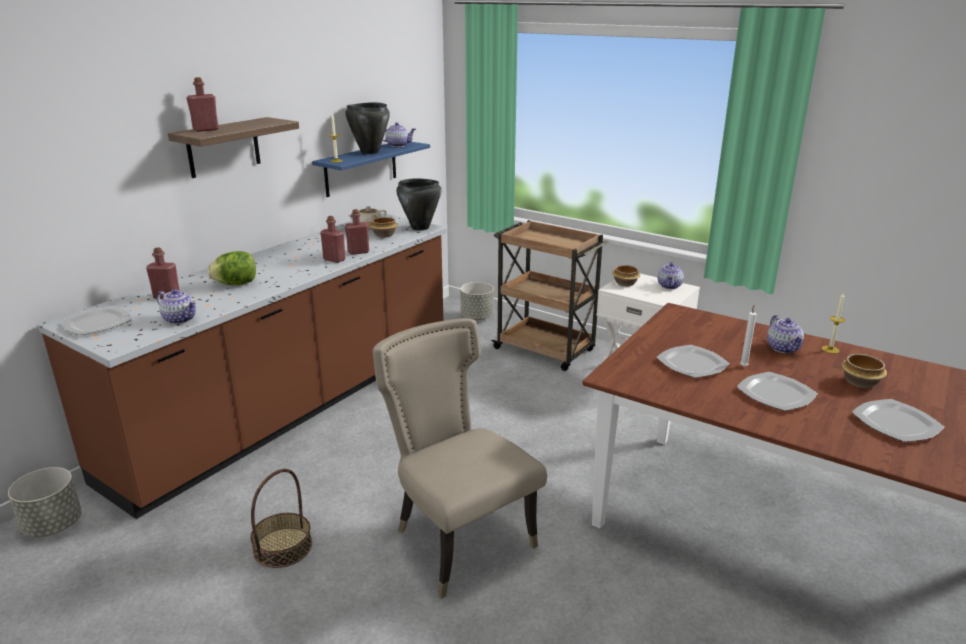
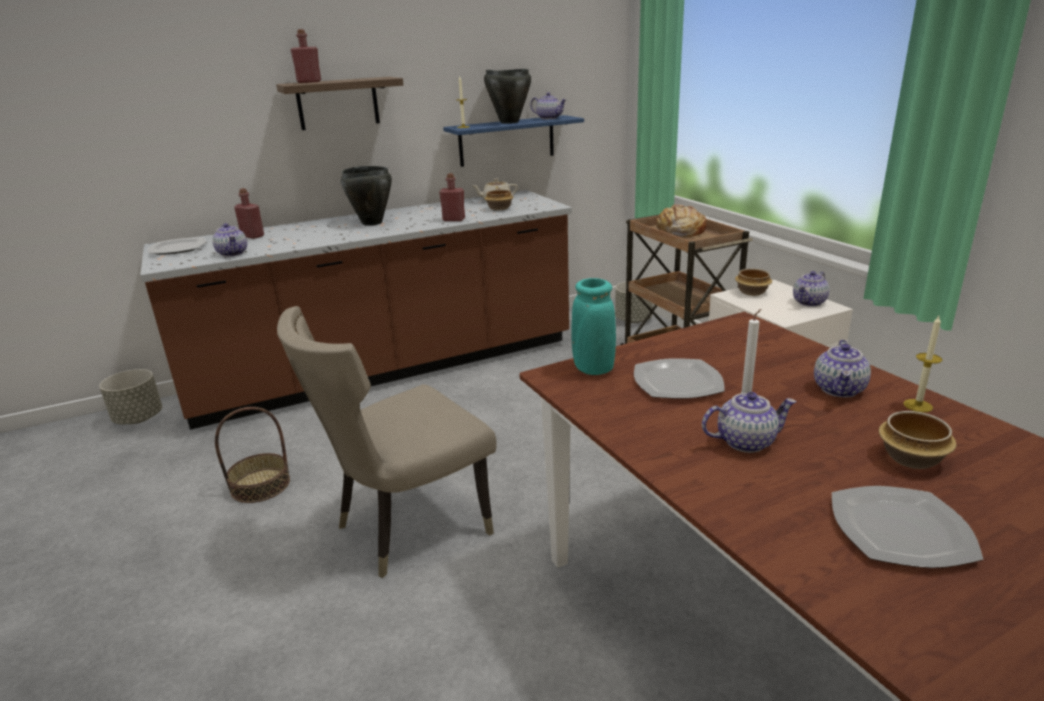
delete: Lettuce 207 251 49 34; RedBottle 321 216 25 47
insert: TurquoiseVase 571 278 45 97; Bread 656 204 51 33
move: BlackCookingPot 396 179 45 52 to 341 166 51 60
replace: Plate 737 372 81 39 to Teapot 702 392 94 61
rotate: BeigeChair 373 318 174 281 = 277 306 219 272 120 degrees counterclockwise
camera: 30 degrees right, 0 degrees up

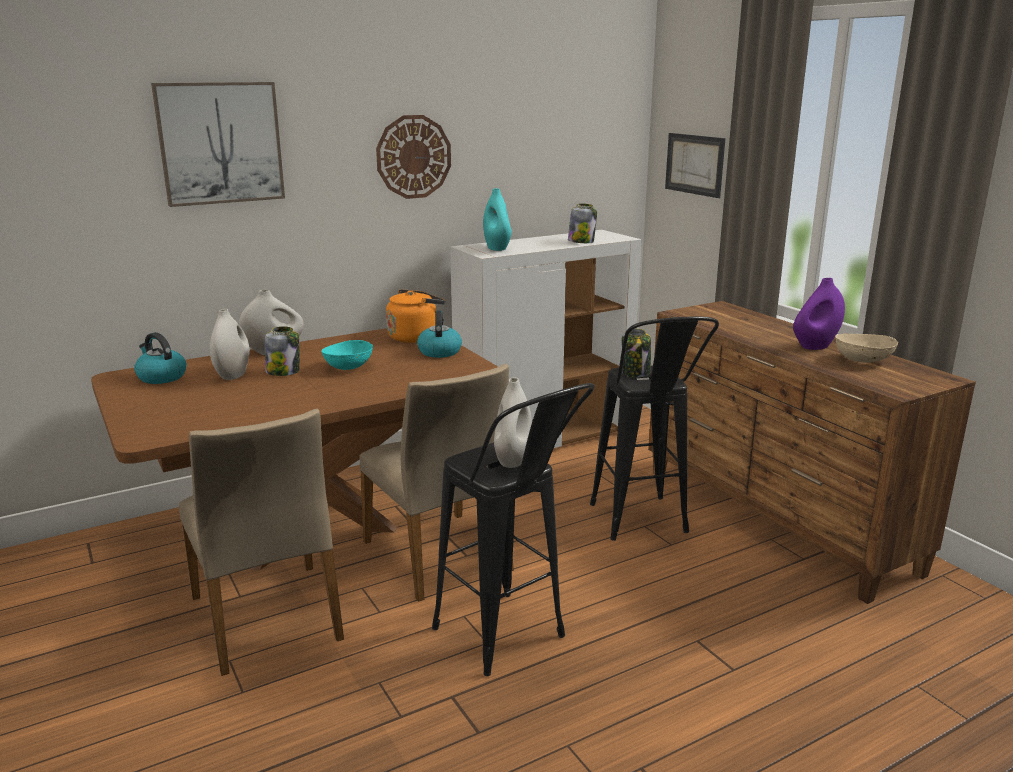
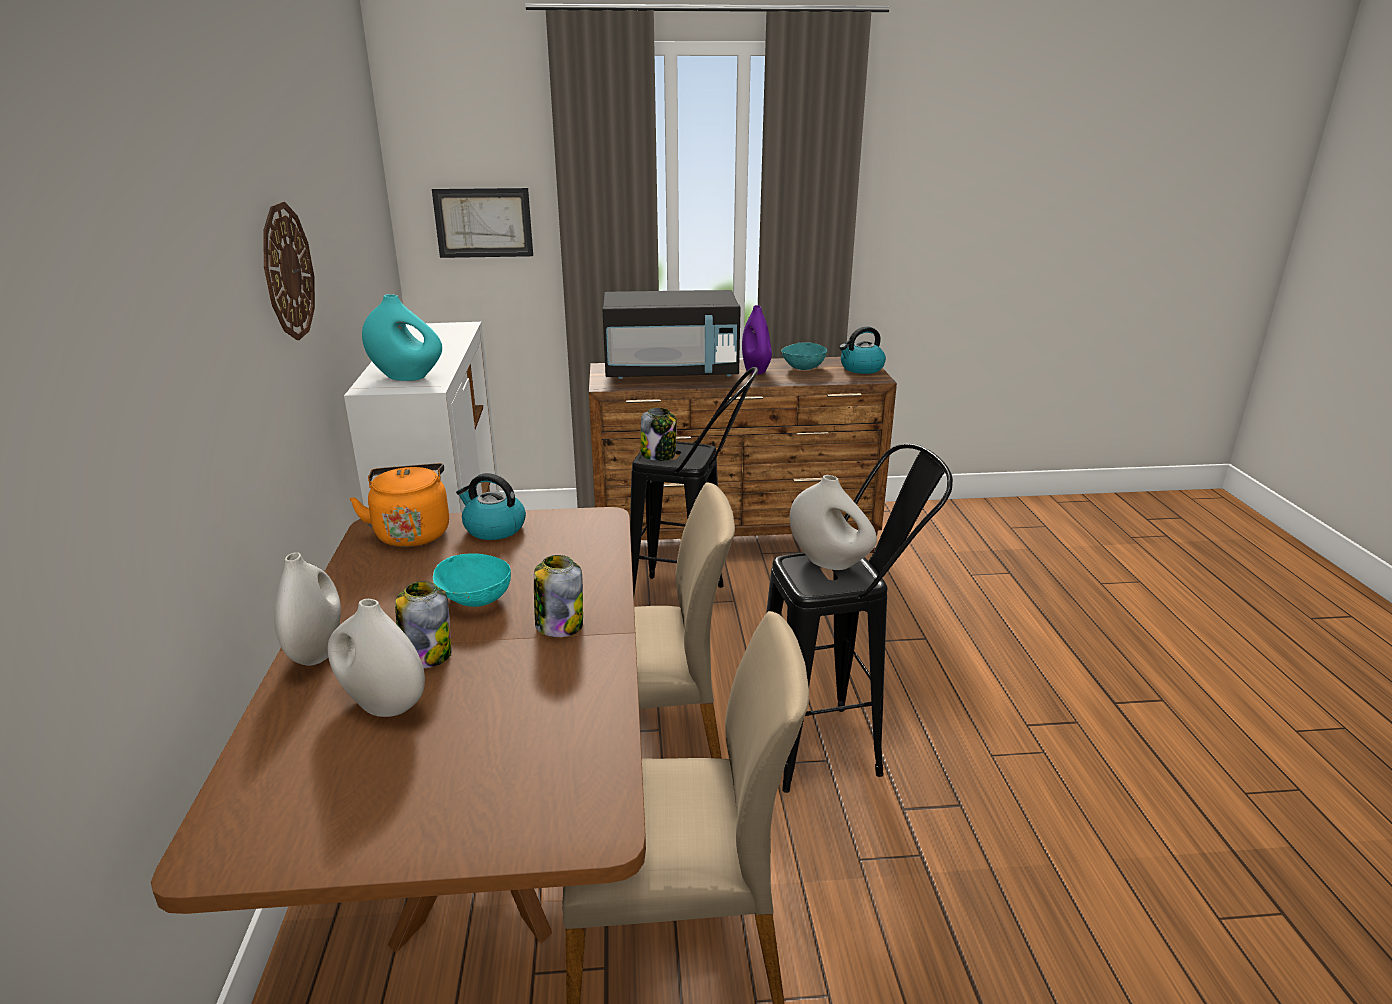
delete: Picture 151 82 134 125
insert: BlackMicrowave 602 290 139 89
move: Kettle 134 332 53 52 to 839 327 47 47; Jar 568 204 29 39 to 534 555 49 82
recolor: BeigeBowl 835 334 63 29 to TurquoiseBowl 781 342 46 28
camera: 65 degrees left, 5 degrees up

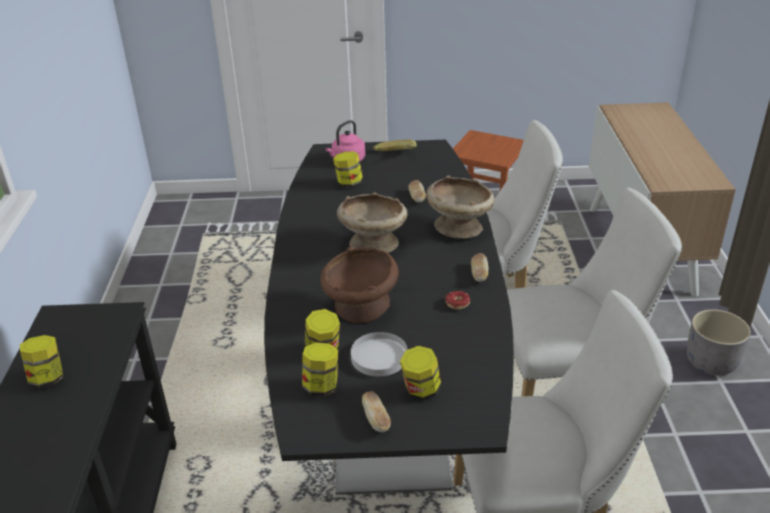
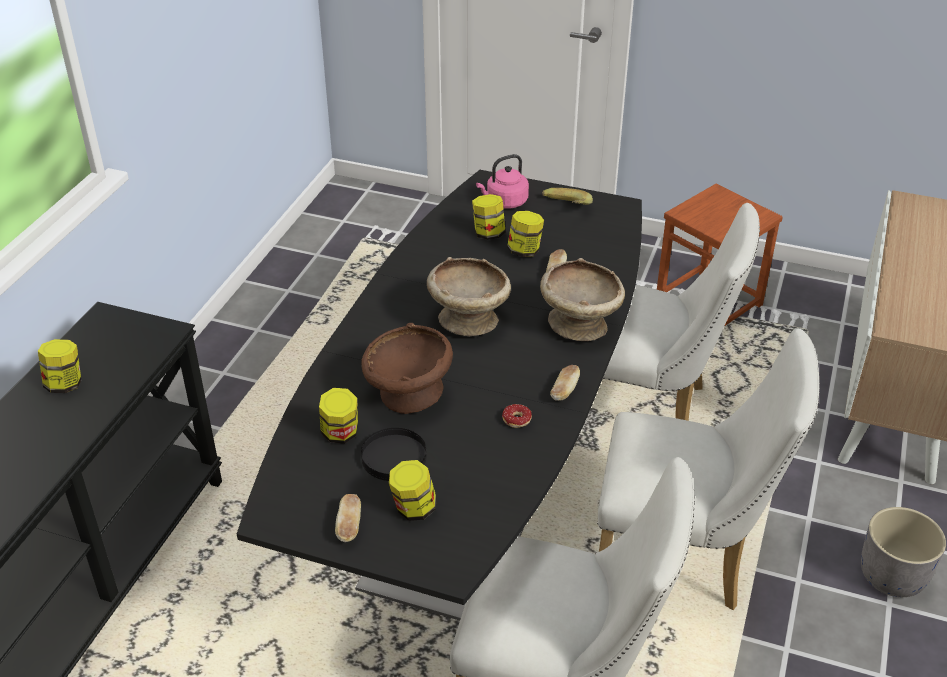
move: Jar 302 342 36 54 to 507 211 37 46
recolor: WhitePlate 351 332 57 44 to BlackPlate 361 428 65 53
camera: 20 degrees right, 5 degrees up

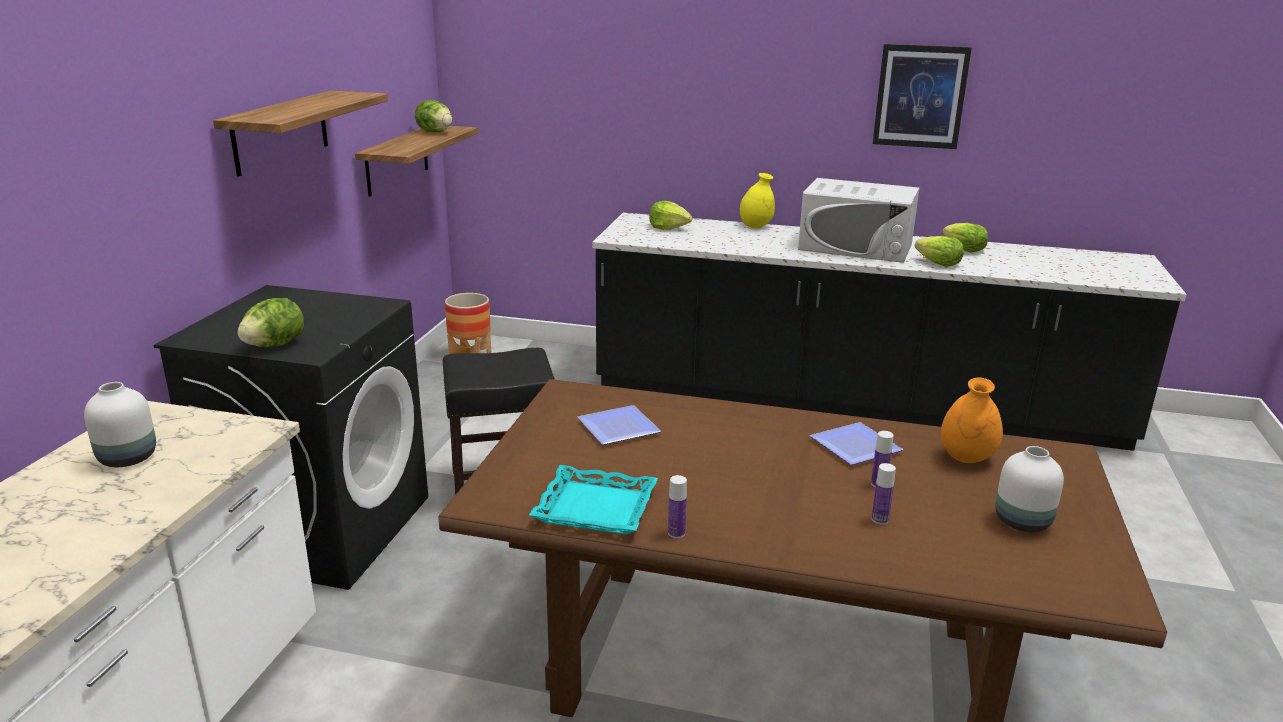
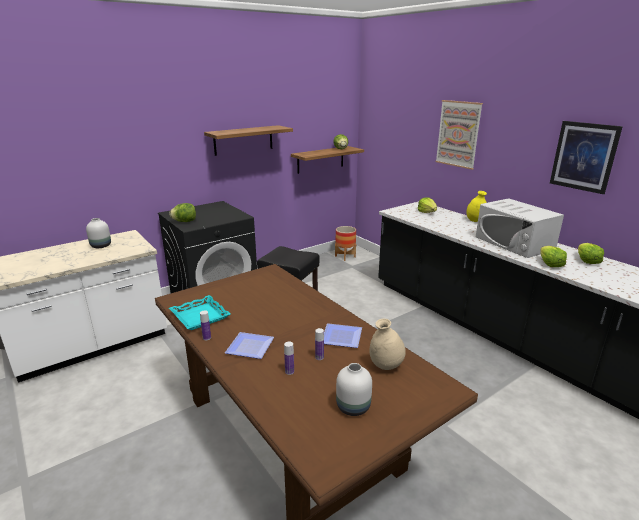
insert: Picture 435 100 48 70
move: Plate 577 405 84 40 to 225 332 49 27
recolor: OrangeVase 941 377 62 86 to BeigeVase 370 319 36 51
camera: 40 degrees right, 0 degrees up

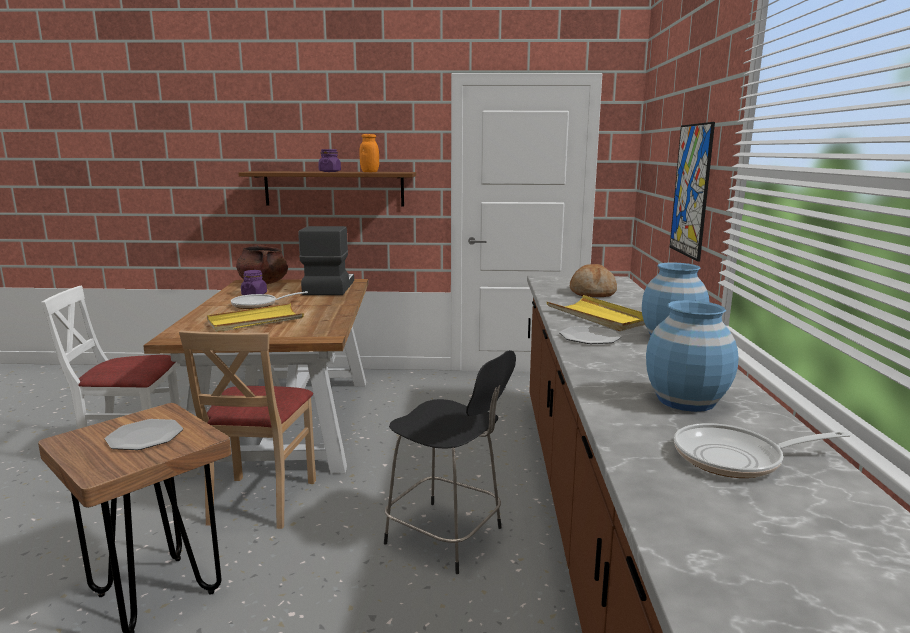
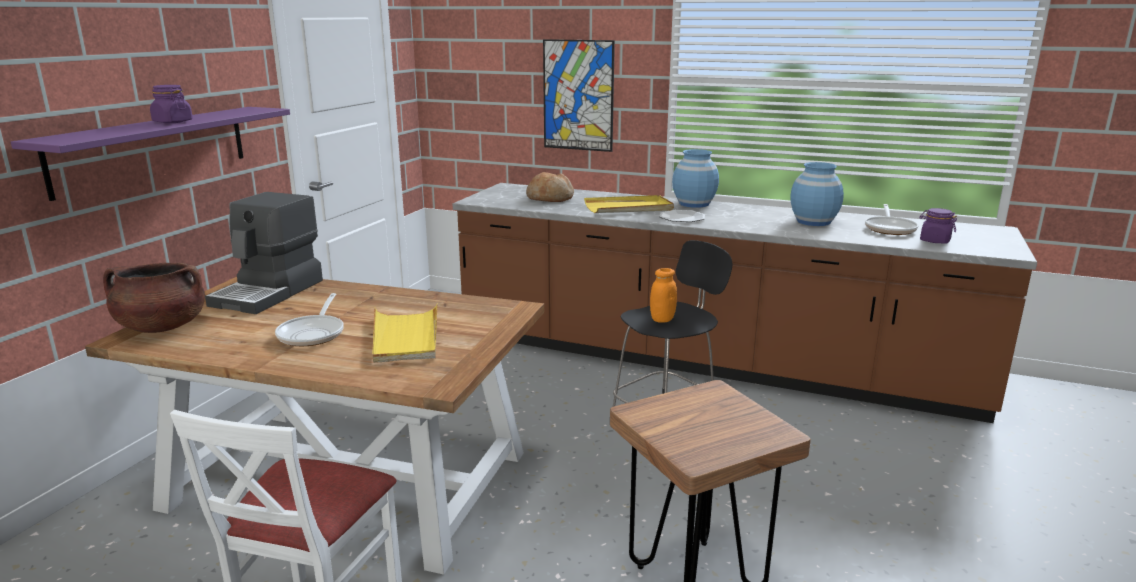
delete: Plate 105 419 78 31; BeigeChair 179 331 137 198
move: PurpleJar 241 270 26 25 to 919 208 38 36; OrangeJar 359 134 20 38 to 650 268 27 55
recolor: BrownShelf 238 171 178 35 to PurpleShelf 11 107 279 94
rotate: CoffeeMachine 298 226 56 69 = 205 192 118 122 90 degrees counterclockwise
camera: 70 degrees left, 5 degrees up

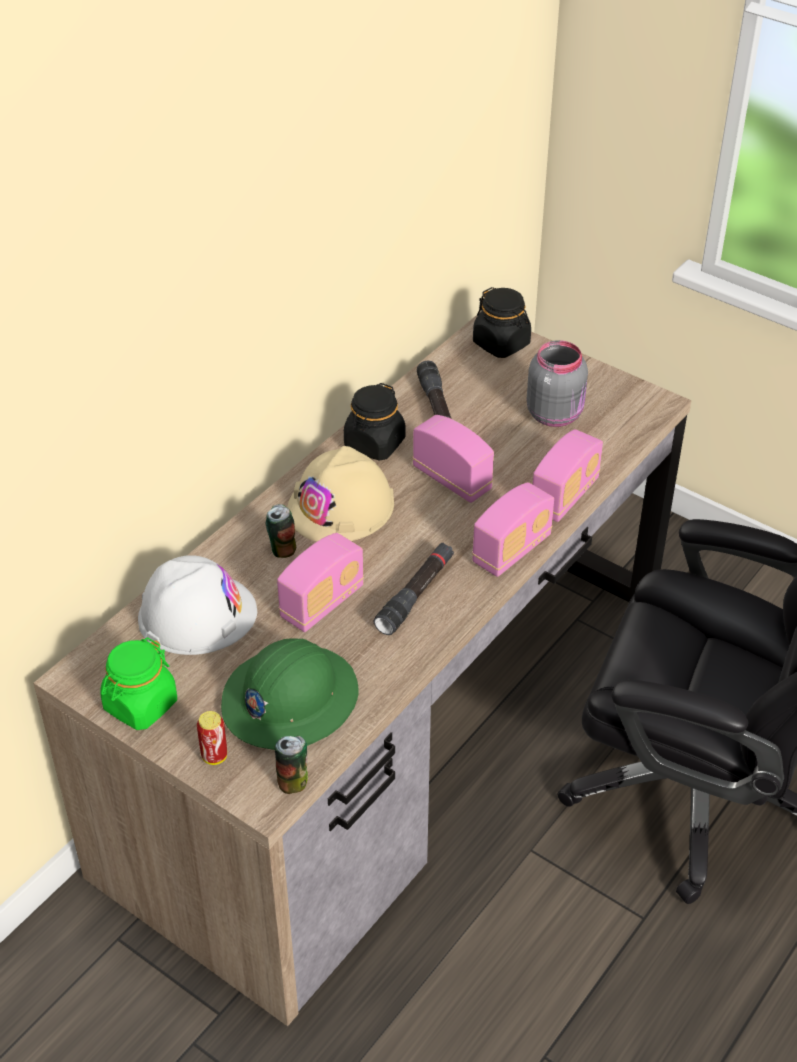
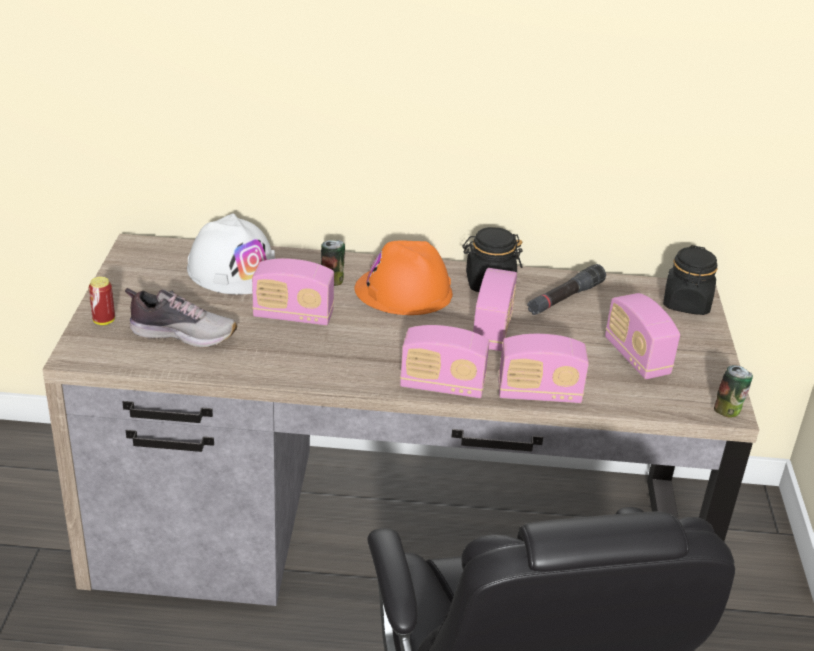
delete: GreenJar 100 637 77 93; BlackFlashlight 374 543 80 92
move: Can 274 736 34 58 to 714 365 39 53
replace: GreenHardHat 221 638 138 112 to Shoe 125 288 112 60; GreyJar 526 340 62 87 to Radio 605 293 75 86
recolor: BeigeHardHat 287 446 107 95 to OrangeHardHat 354 240 99 75
camera: 55 degrees right, 10 degrees down

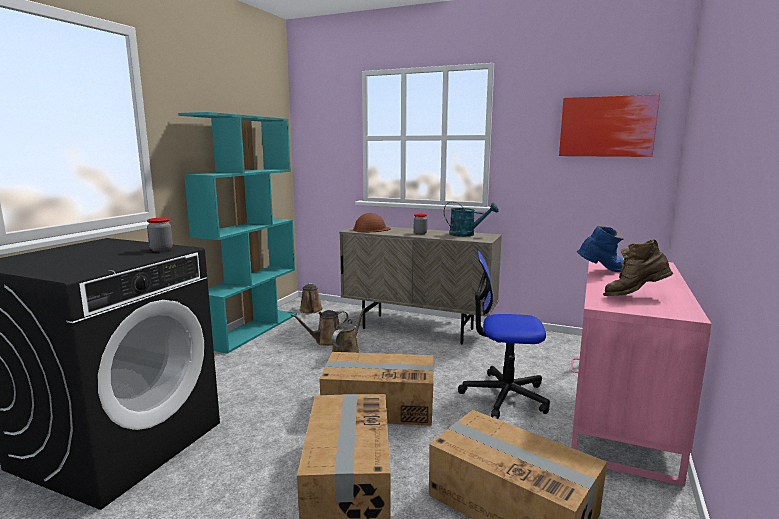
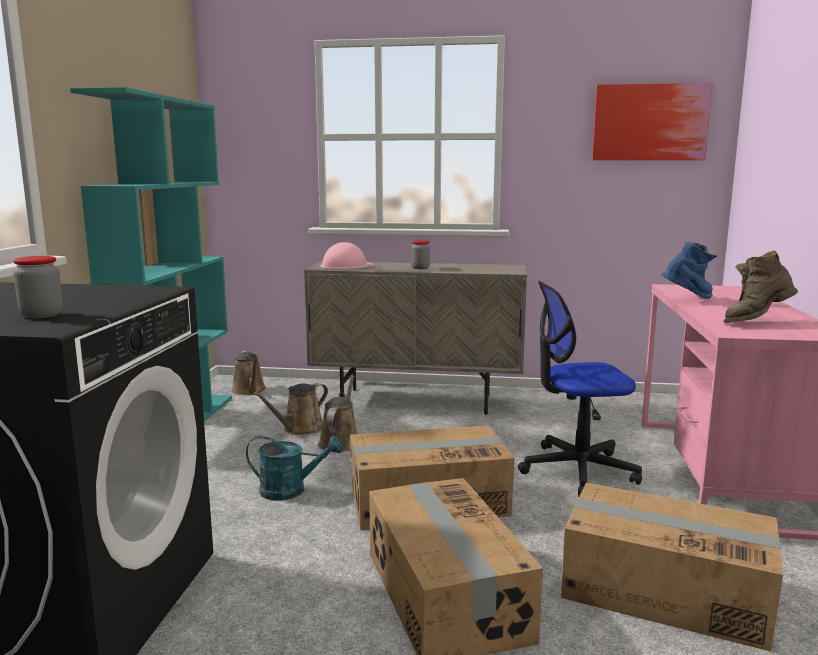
move: Jar 147 218 26 34 to 13 256 50 62; TurquoiseWateringCan 444 202 54 35 to 246 435 97 66
recolor: BrownHardHat 353 213 38 19 to PinkHardHat 320 242 53 28
camera: 15 degrees left, 0 degrees up

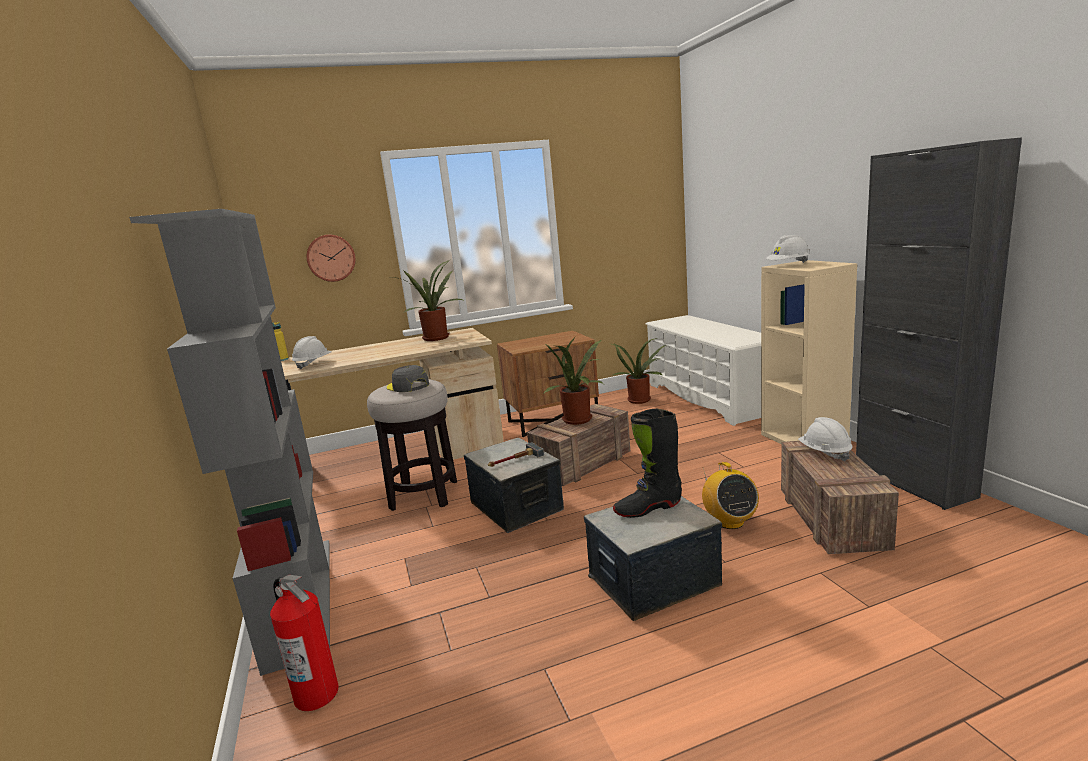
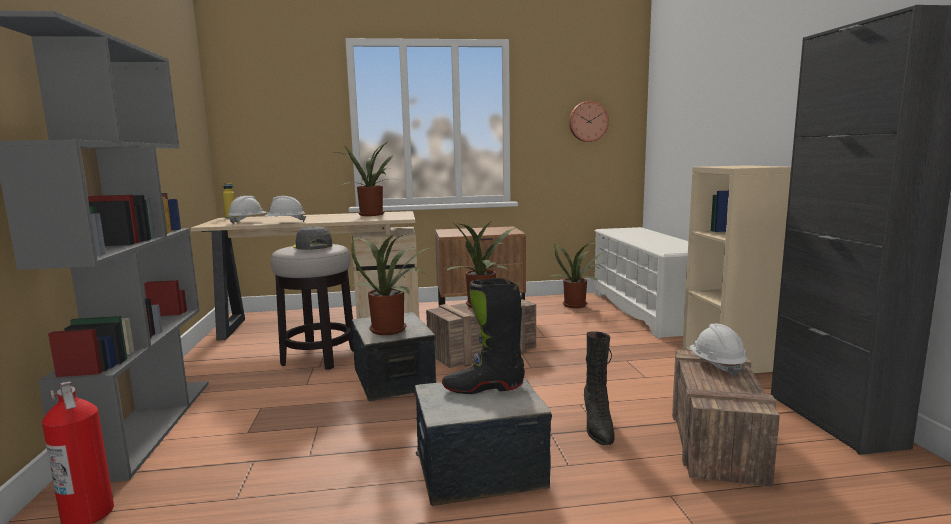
move: WallClock 306 235 50 47 to 569 101 40 41; WhiteHardHat 766 235 44 28 to 264 196 42 26
replace: Hammer 488 442 56 25 to PottedPlant 351 233 78 102; Radio 702 462 57 67 to BlackBoot 584 331 31 115
camera: 10 degrees right, 5 degrees down

